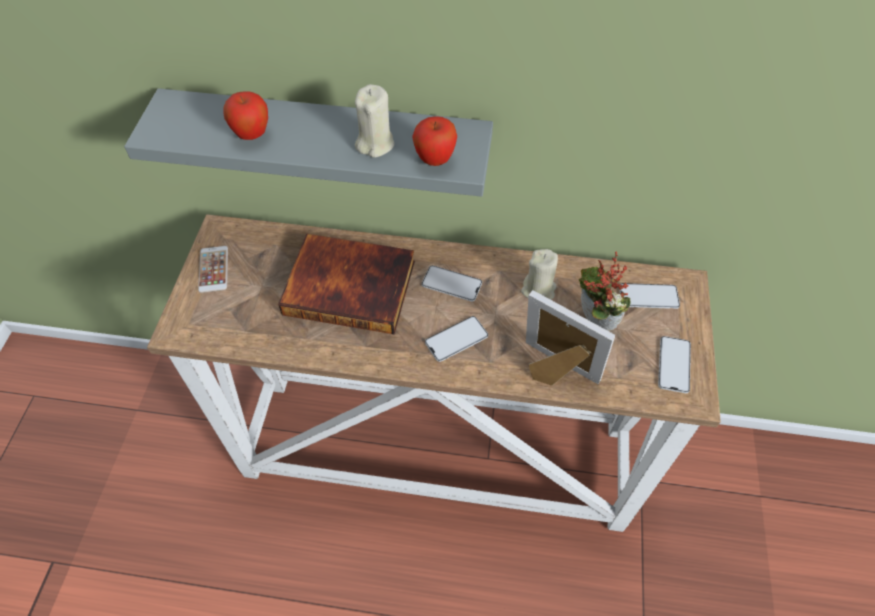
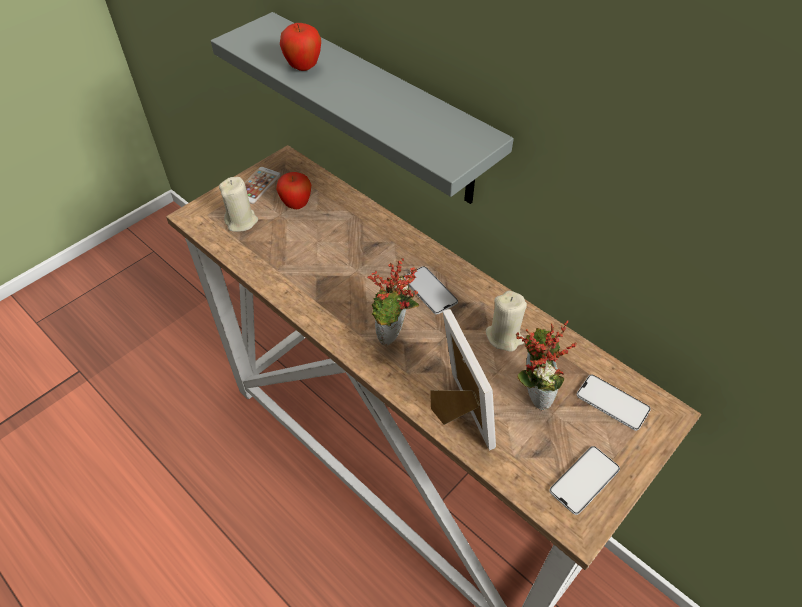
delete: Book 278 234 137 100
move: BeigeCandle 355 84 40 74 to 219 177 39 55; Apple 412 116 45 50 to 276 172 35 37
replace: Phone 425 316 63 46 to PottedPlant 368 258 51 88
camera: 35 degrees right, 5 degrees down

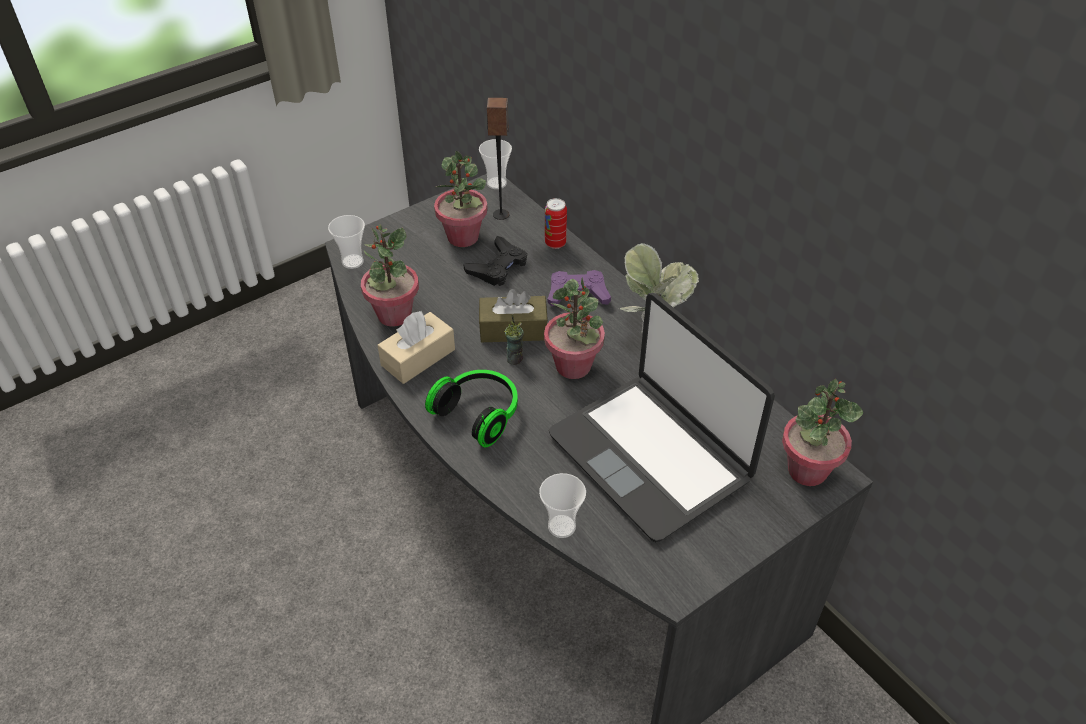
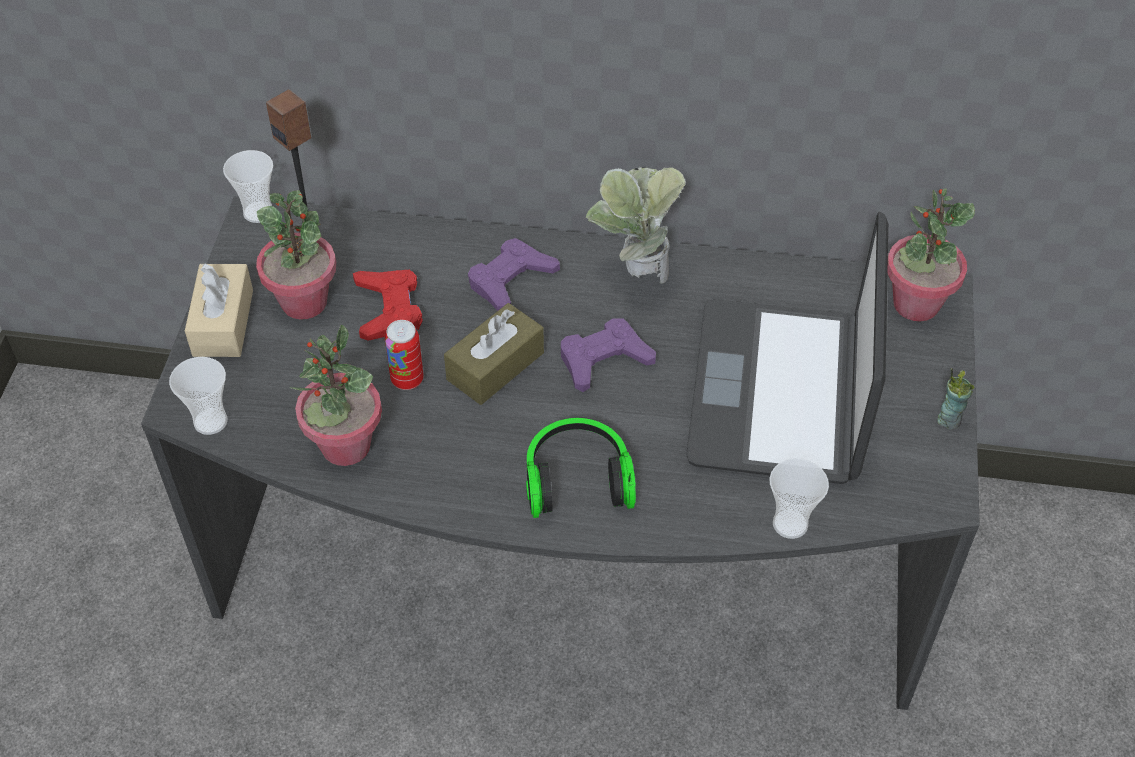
move: BeigeTissueBox 377 310 78 74 to 185 263 68 94; Cup 504 315 20 50 to 937 368 38 62; Can 545 198 22 51 to 385 320 39 70
replace: PottedPlant 544 277 61 102 to PurpleGameController 561 318 95 74
recolor: BlackGameController 464 236 63 50 to RedGameController 353 270 70 71
rotate: Laptop 549 293 226 249 = 686 212 202 272 90 degrees clockwise
camera: 45 degrees left, 5 degrees up

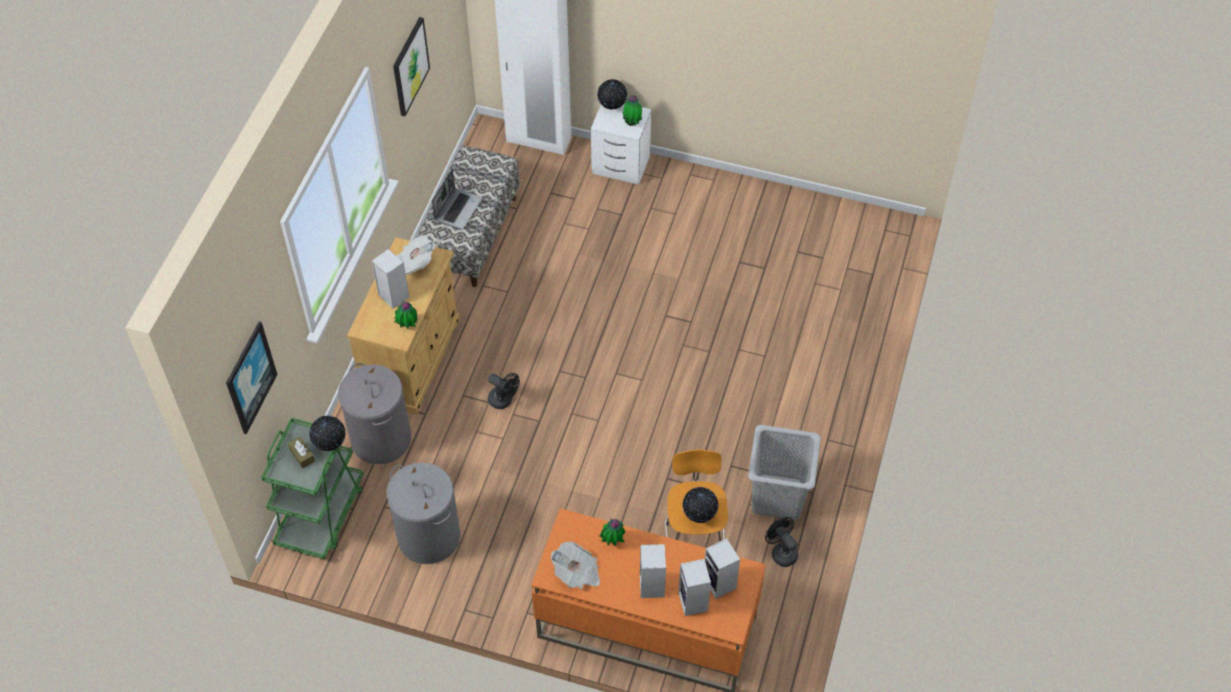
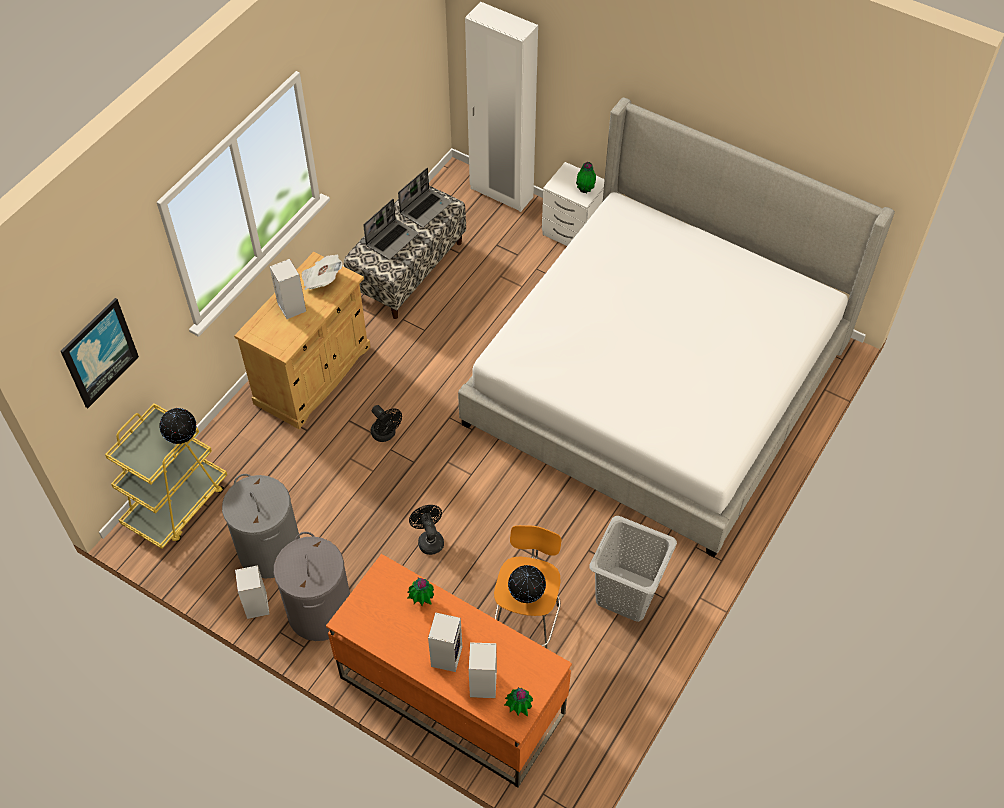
delete: BrownTissueBox 288 437 27 31; Picture 393 17 37 99; Newspaper 551 541 49 48; Globe 597 79 30 31
insert: Laptop 398 168 53 59; Bed 458 97 437 460
move: GreyLaundryBasket 338 363 73 101 to 274 532 76 109; PottedPlant 394 301 24 28 to 504 687 29 29; Speaker 705 539 35 60 to 235 565 35 54; BlackFan 765 517 33 50 to 409 505 35 50
recolor: GreenCart 261 418 103 141 to YellowCart 105 403 122 146
camera: 15 degrees right, 0 degrees up

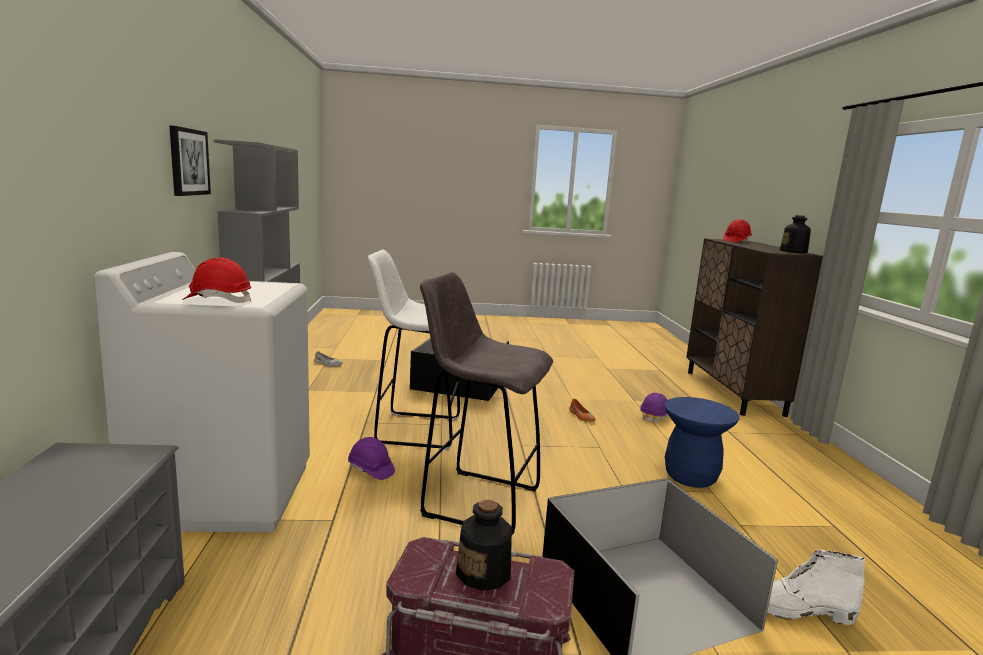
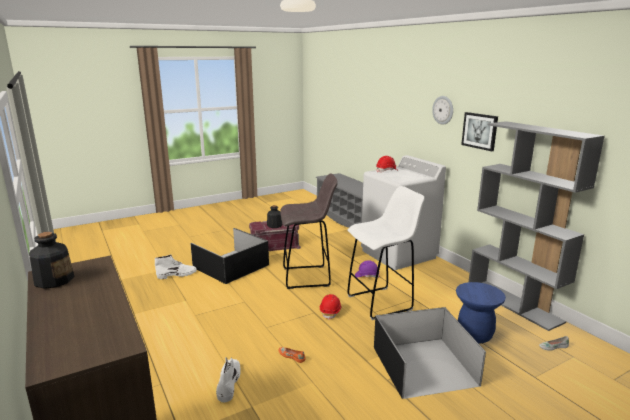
insert: WallClock 432 96 21 29
move: BlueStool 664 397 76 91 to 456 282 50 61; RedHardHat 723 219 29 23 to 320 294 22 26
replace: PurpleHardHat 640 393 27 30 to WhiteBoot 216 357 24 46
camera: 155 degrees right, 5 degrees up

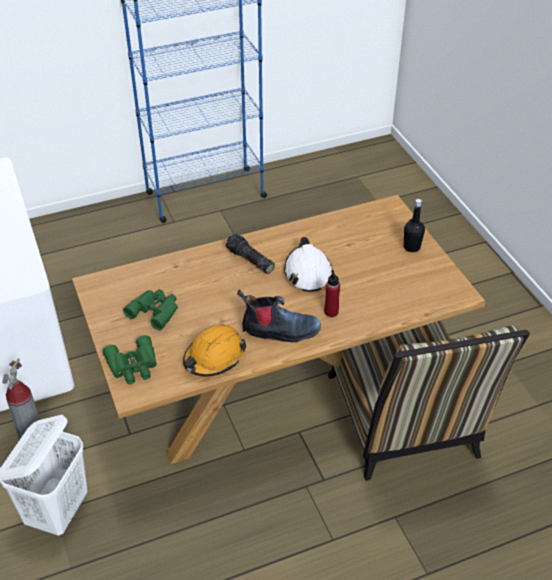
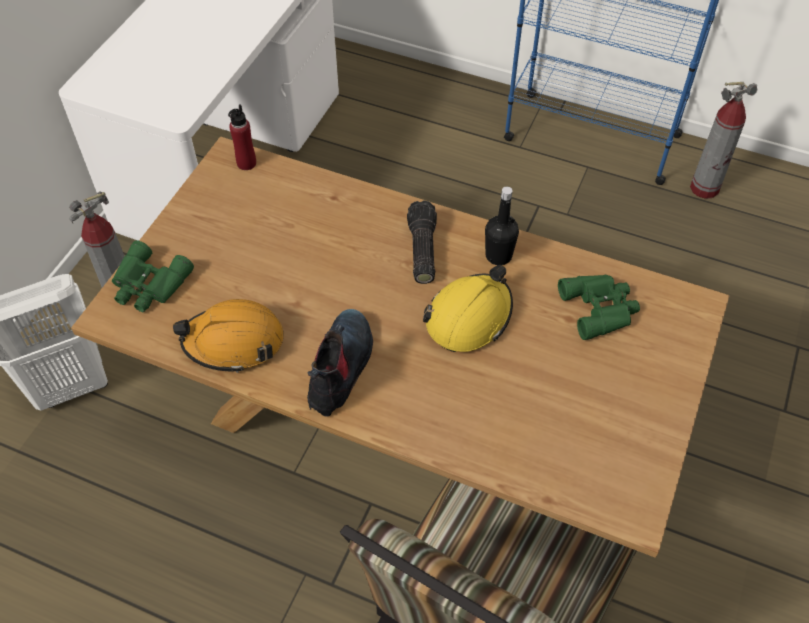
insert: FireExtinguisher 690 82 68 117
move: GreenBinoculars 123 289 55 41 to 558 275 82 65; RedBottle 324 270 16 47 to 228 105 28 65; BlackBottle 404 199 21 53 to 485 186 34 79
recolor: WhiteHardHat 284 237 49 55 to YellowHardHat 423 265 90 87
rotate: Boot 237 289 84 53 = 307 309 66 108 120 degrees counterclockwise
camera: 45 degrees right, 10 degrees up

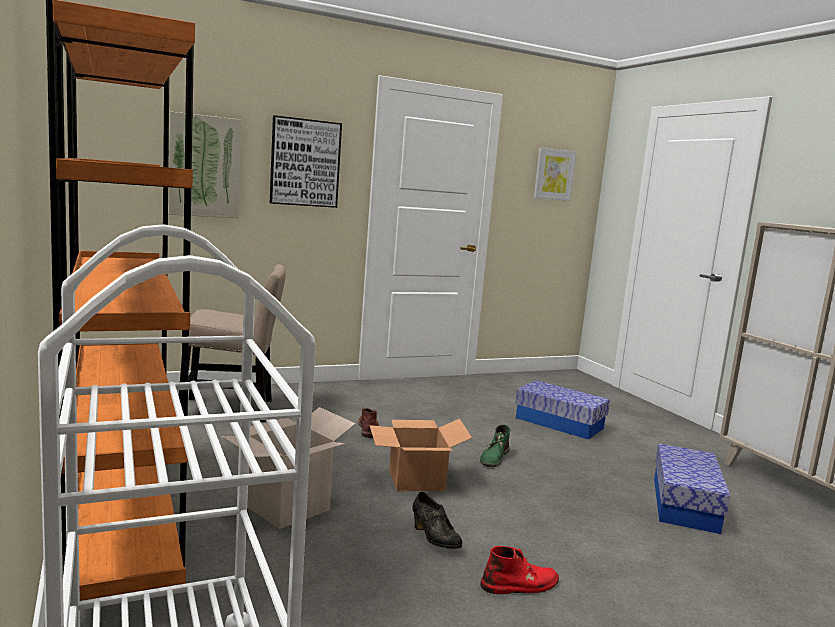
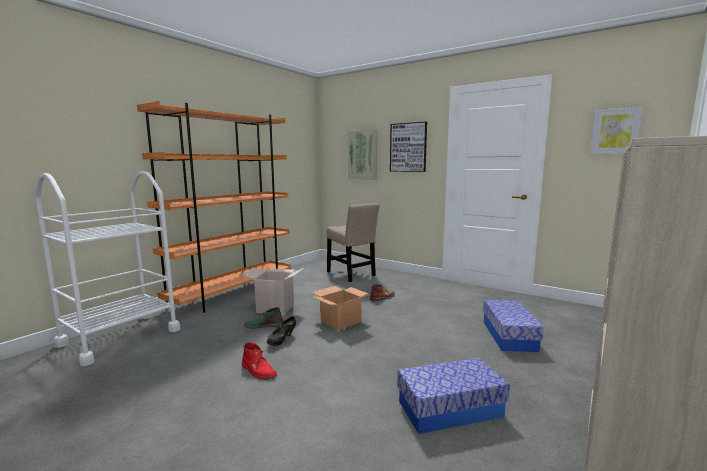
move: GreenBoot 480 425 30 42 to 244 307 39 22
camera: 60 degrees right, 0 degrees up

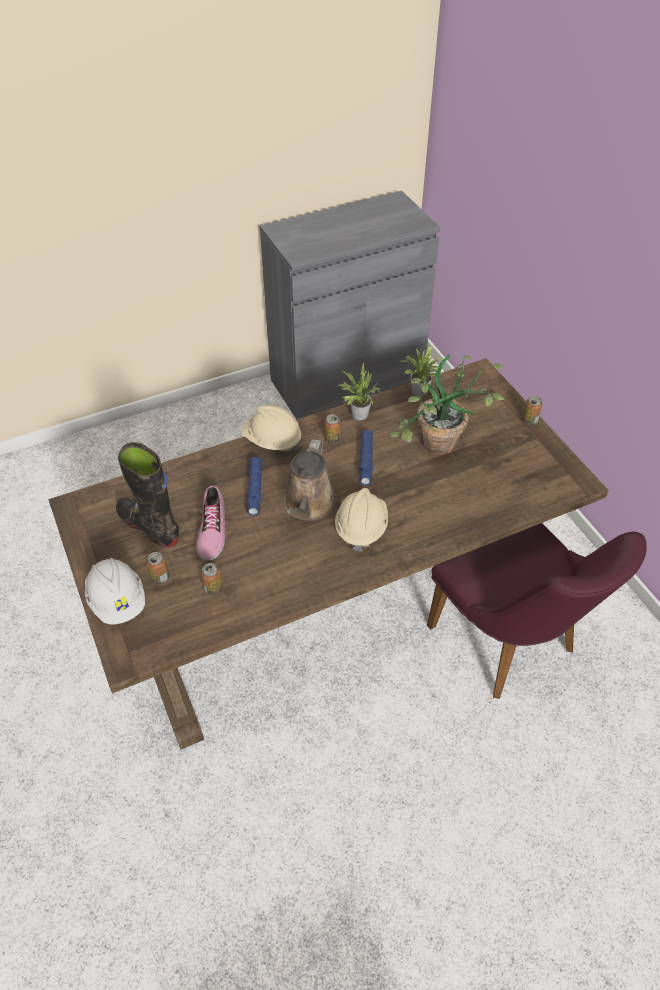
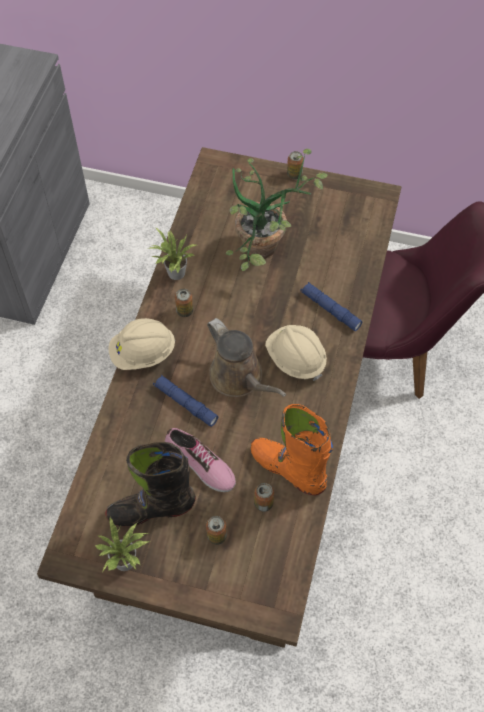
delete: WhiteHardHat 85 558 60 66
insert: OrangeBoot 251 404 82 91
move: BlueFlashlight 359 430 14 56 to 300 282 62 49; PottedPlant 399 346 45 51 to 95 518 55 53
camera: 50 degrees left, 10 degrees up

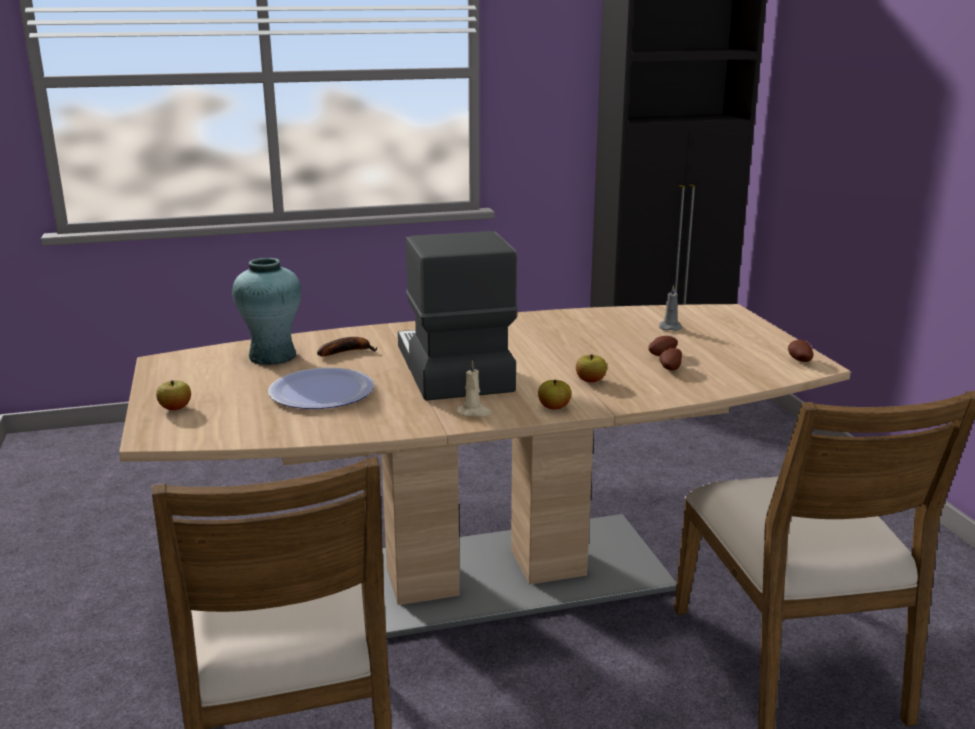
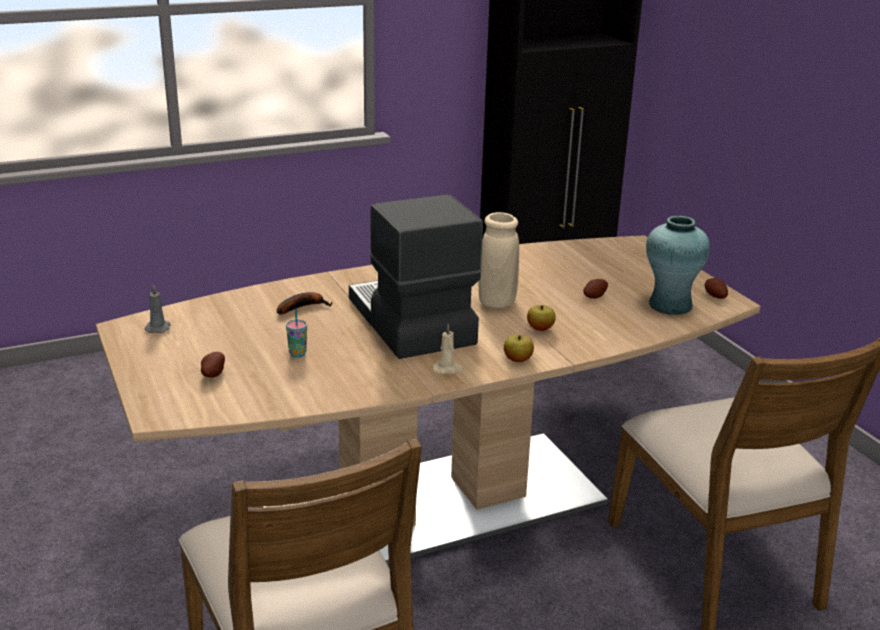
delete: Apple 156 380 35 30
insert: BeigeVase 479 212 40 97
move: TurquoiseVase 232 258 69 107 to 646 216 64 99; GreyCandle 659 284 23 47 to 144 284 27 49; Potato 660 348 22 22 to 201 352 24 26
replace: Plate 268 368 106 41 to Cup 286 308 21 50
camera: 10 degrees left, 5 degrees up

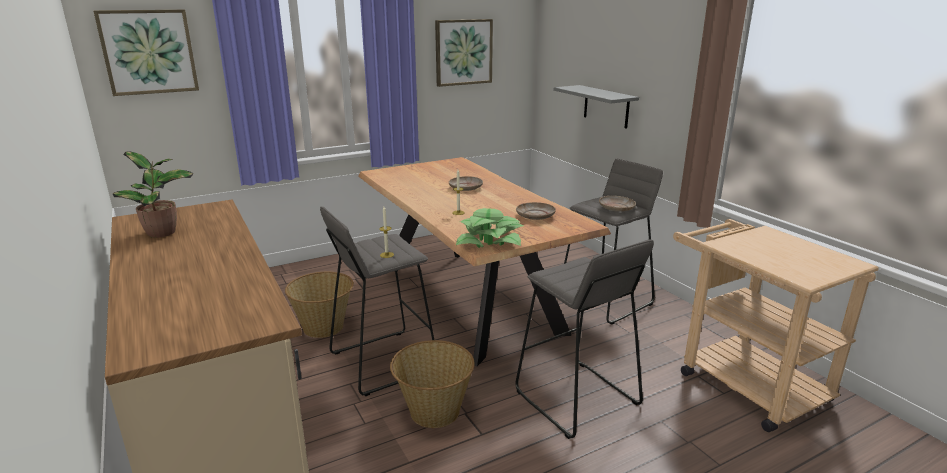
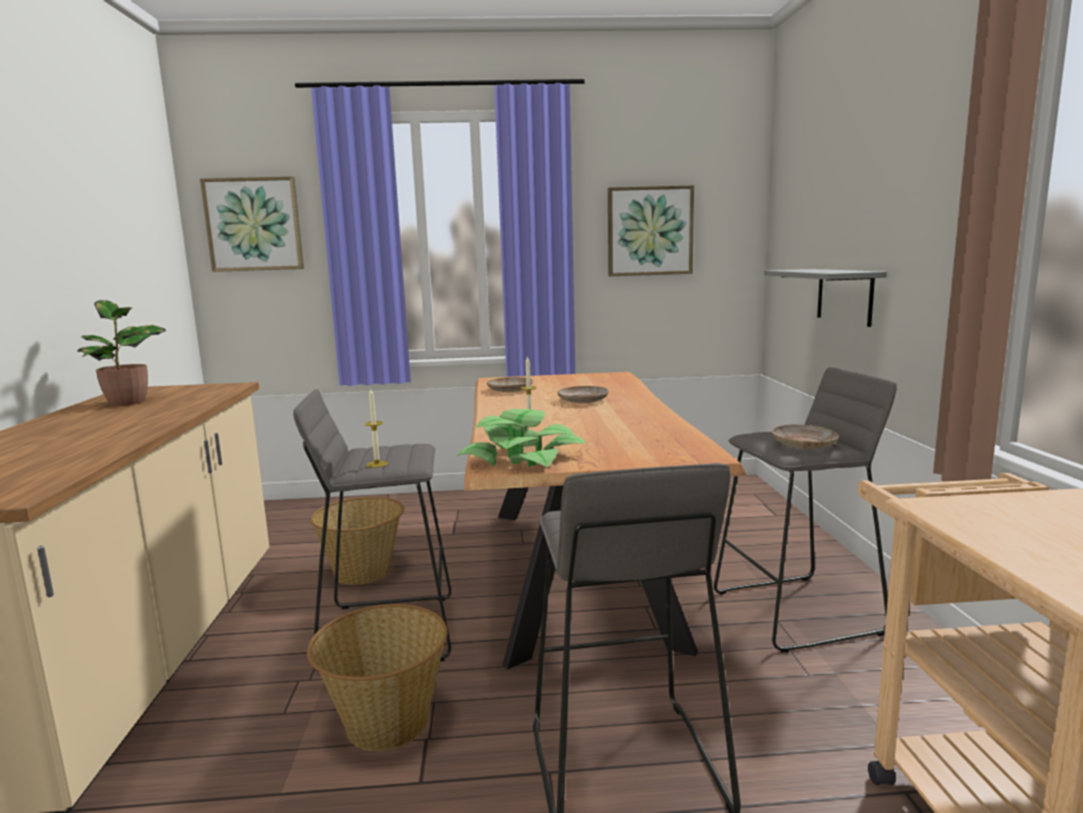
move: BeigePlate 516 202 40 18 to 487 377 46 15
camera: 25 degrees right, 10 degrees down

